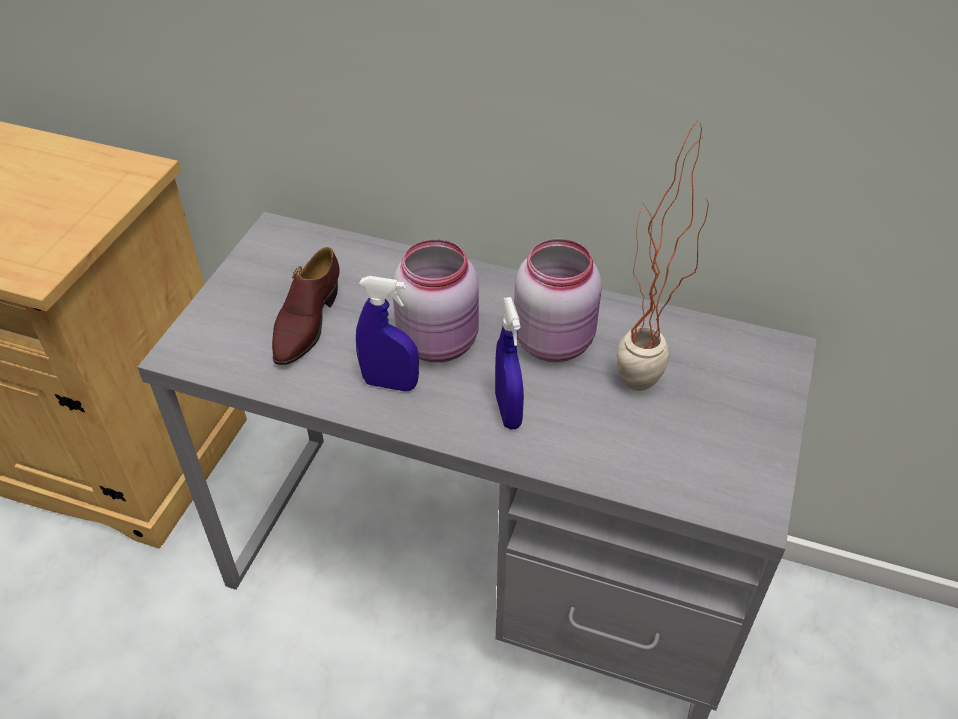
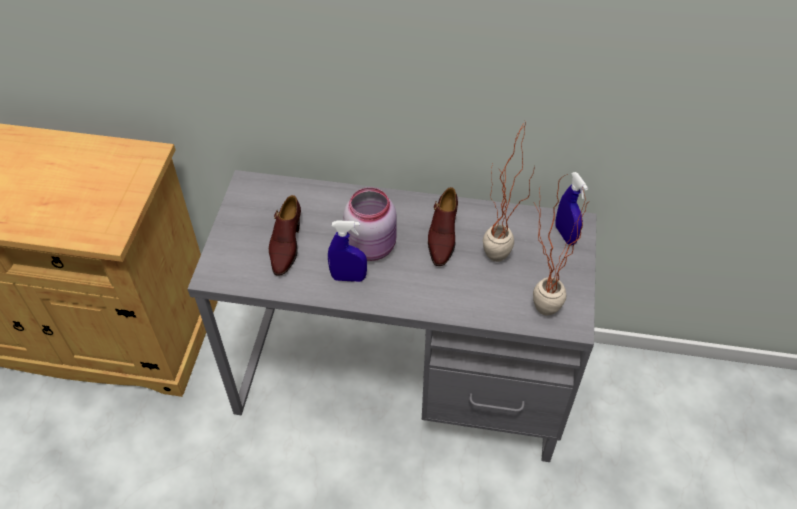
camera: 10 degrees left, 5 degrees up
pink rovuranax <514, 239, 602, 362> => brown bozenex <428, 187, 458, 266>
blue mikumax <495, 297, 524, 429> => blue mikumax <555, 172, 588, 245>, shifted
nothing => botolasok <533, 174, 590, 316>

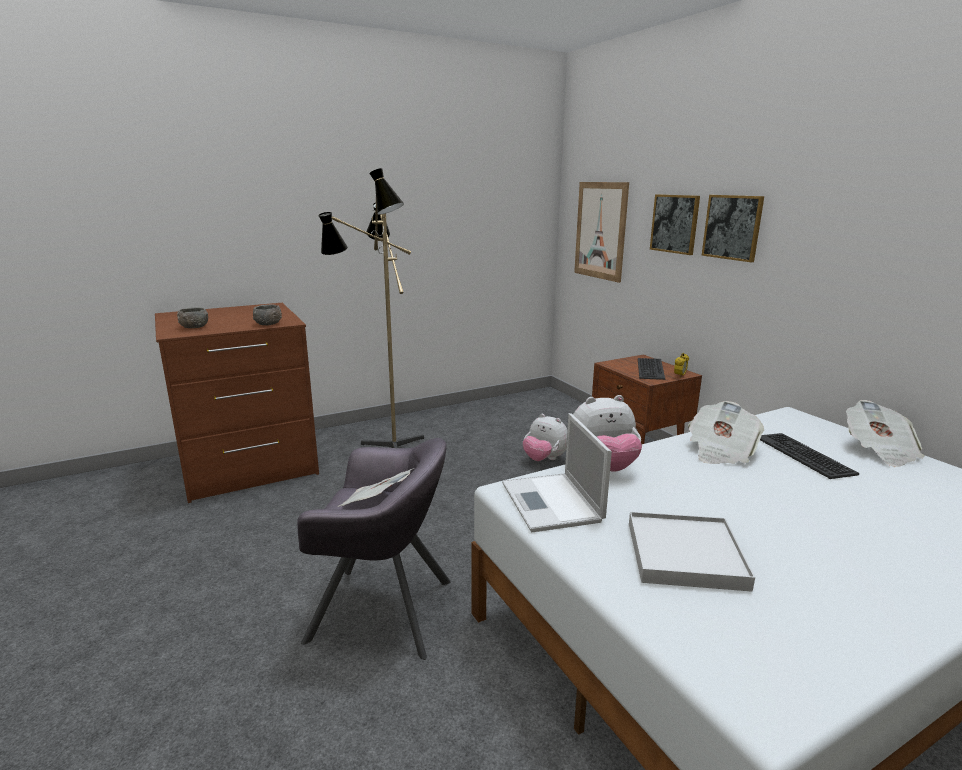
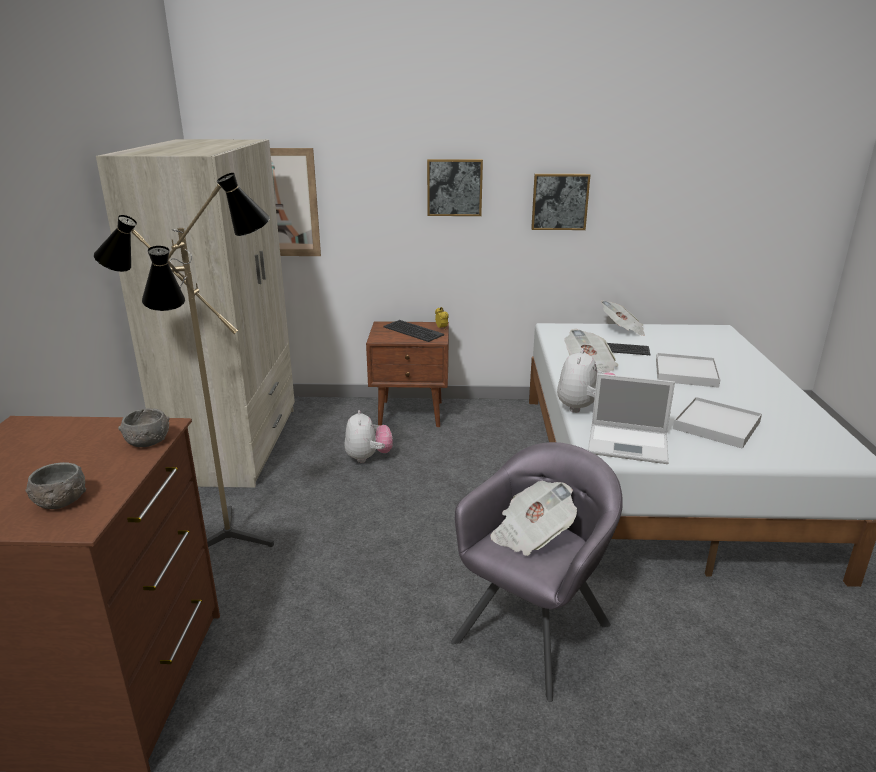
camera: 60 degrees left, 5 degrees up
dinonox <650, 194, 700, 255> => dinonox <531, 174, 591, 230>, shifted
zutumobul <523, 414, 567, 461> => zutumobul <344, 410, 393, 463>, 75 degrees counterclockwise
nothing => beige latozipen <96, 139, 295, 488>
nothing => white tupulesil <656, 353, 721, 388>

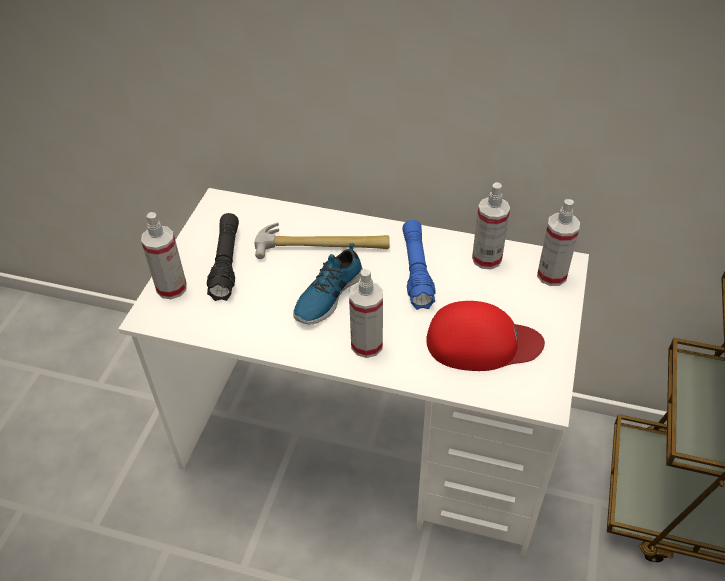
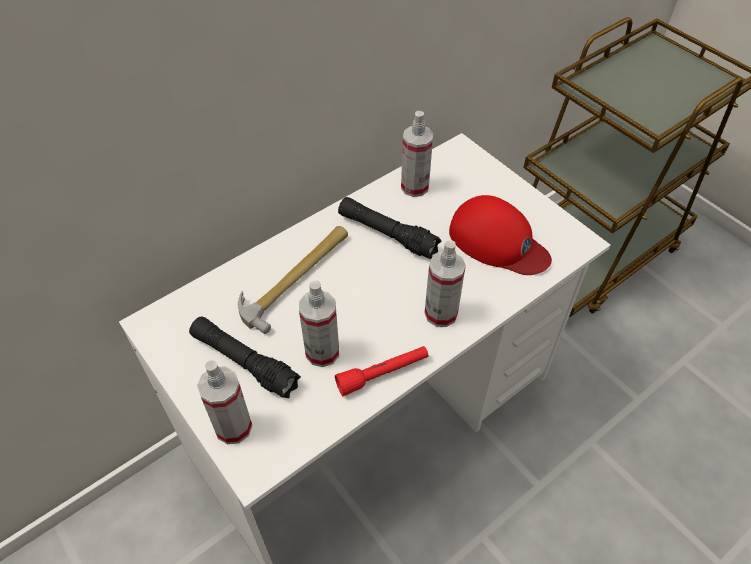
camera: 55 degrees left, 5 degrees up
mikumax <537, 199, 580, 286> => mikumax <299, 280, 339, 367>, shifted
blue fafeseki <402, 220, 436, 310> => black fafeseki <338, 197, 442, 259>
bozenex <293, 243, 363, 324> => nothing
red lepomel <426, 301, 545, 371> => red lepomel <449, 195, 552, 275>, 90 degrees clockwise
nothing => red fafeseki <335, 346, 429, 396>

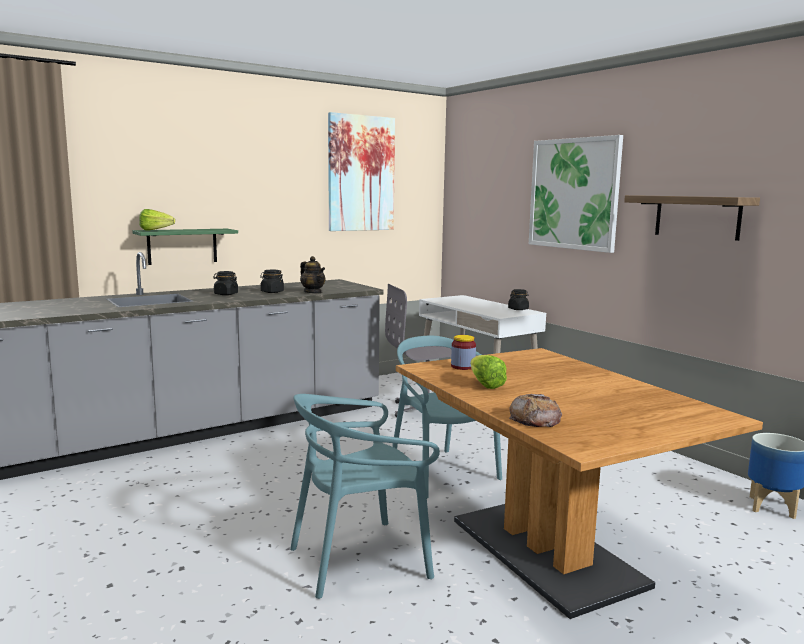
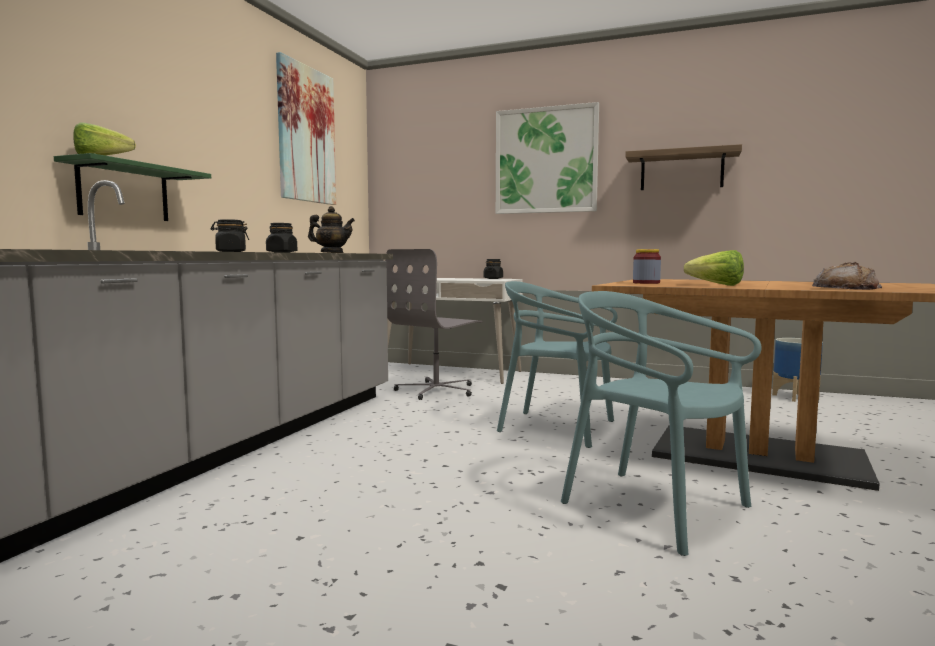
camera: 35 degrees left, 5 degrees down
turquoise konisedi <290, 394, 440, 599> => turquoise konisedi <561, 291, 761, 556>, 105 degrees clockwise

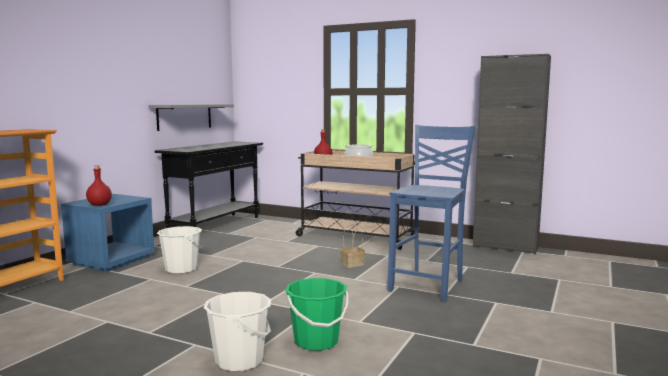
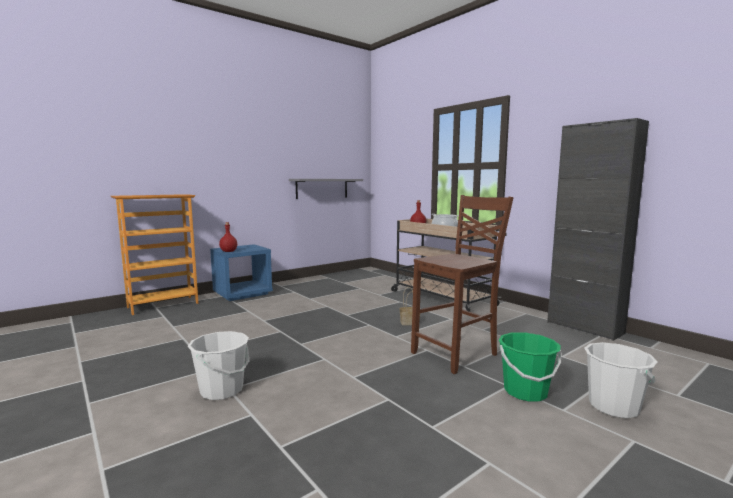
camera: 25 degrees right, 0 degrees up
blue konisedi <387, 125, 475, 302> => brown konisedi <411, 195, 513, 374>
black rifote <155, 141, 263, 228> => nothing
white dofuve <157, 226, 202, 274> => white dofuve <584, 342, 657, 418>, shifted
green dofuve <285, 278, 348, 351> => green dofuve <499, 332, 562, 402>, shifted

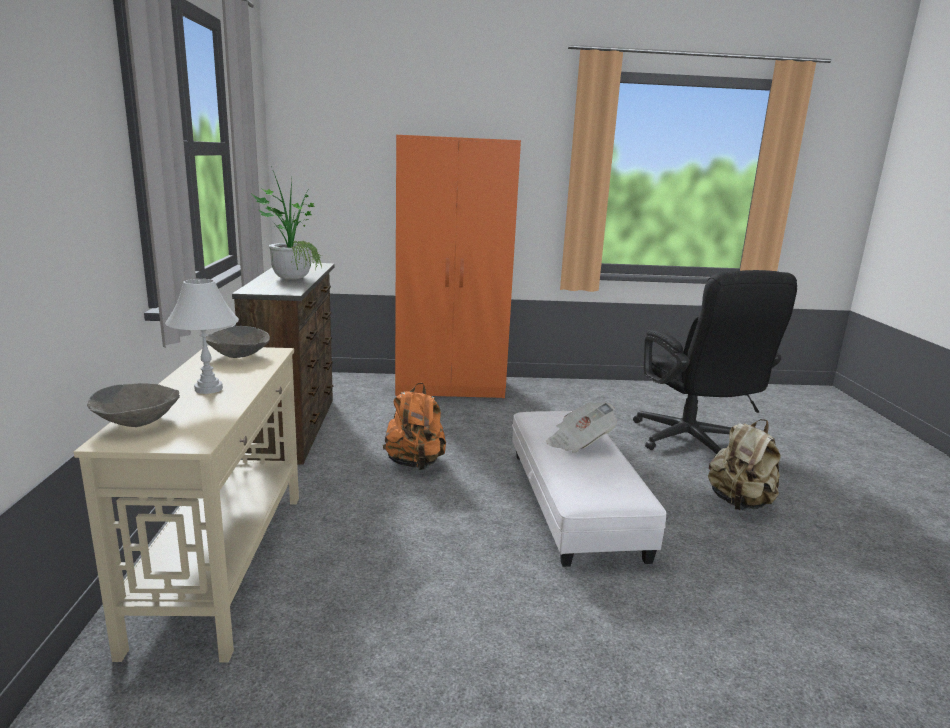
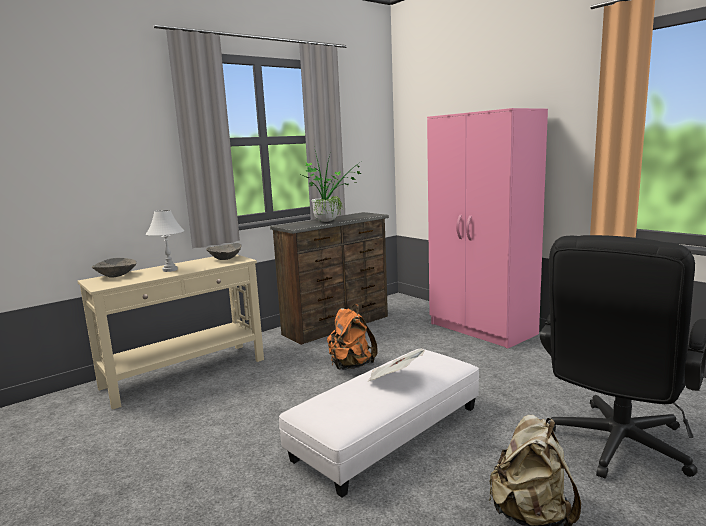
camera: 55 degrees right, 5 degrees down
orange latozipen <395, 135, 521, 398> => pink latozipen <427, 108, 548, 349>

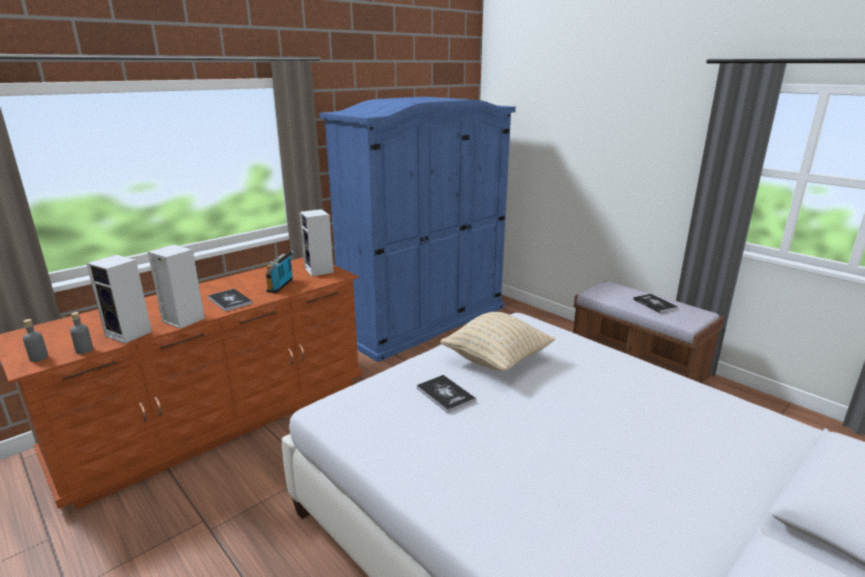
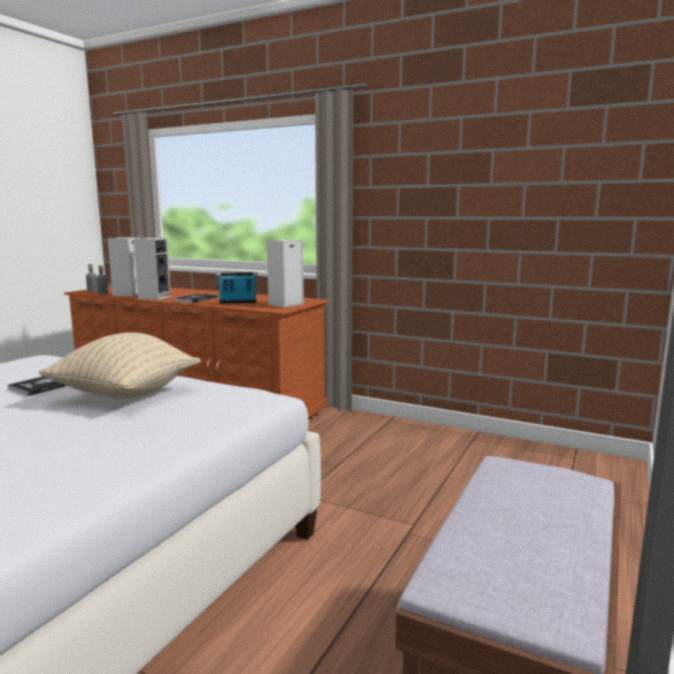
camera: 70 degrees right, 10 degrees down
blue latozipen <319, 97, 516, 362> => nothing
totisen <633, 294, 678, 313> => nothing

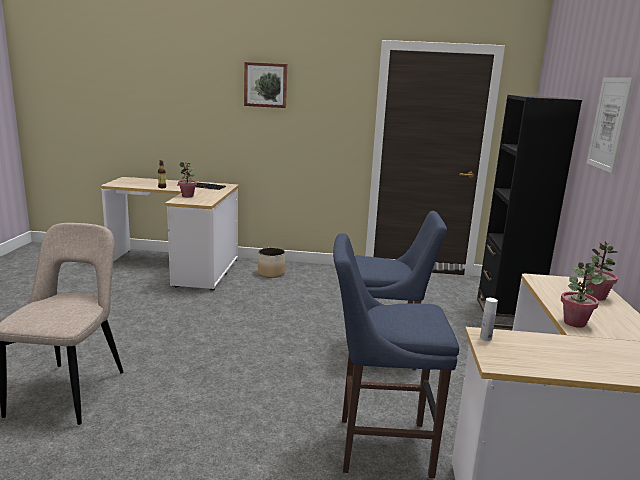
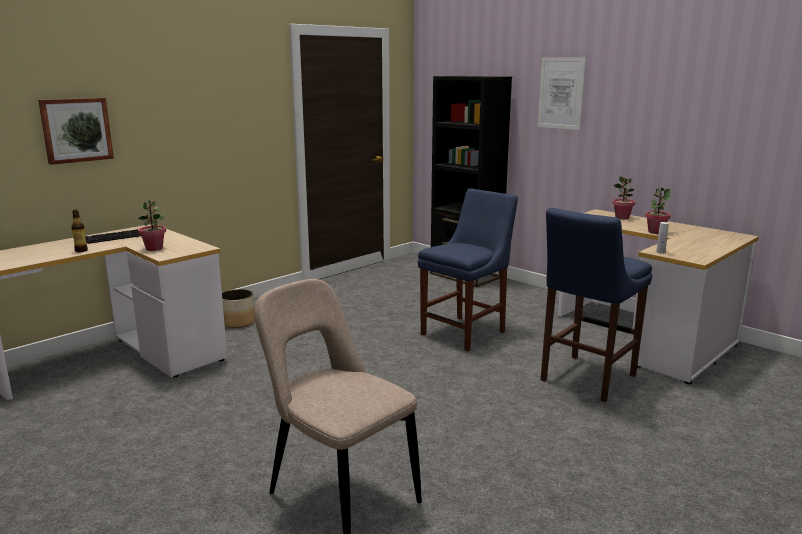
camera: 50 degrees left, 0 degrees up
dinonox <244, 62, 287, 108> => dinonox <38, 98, 114, 165>, shifted

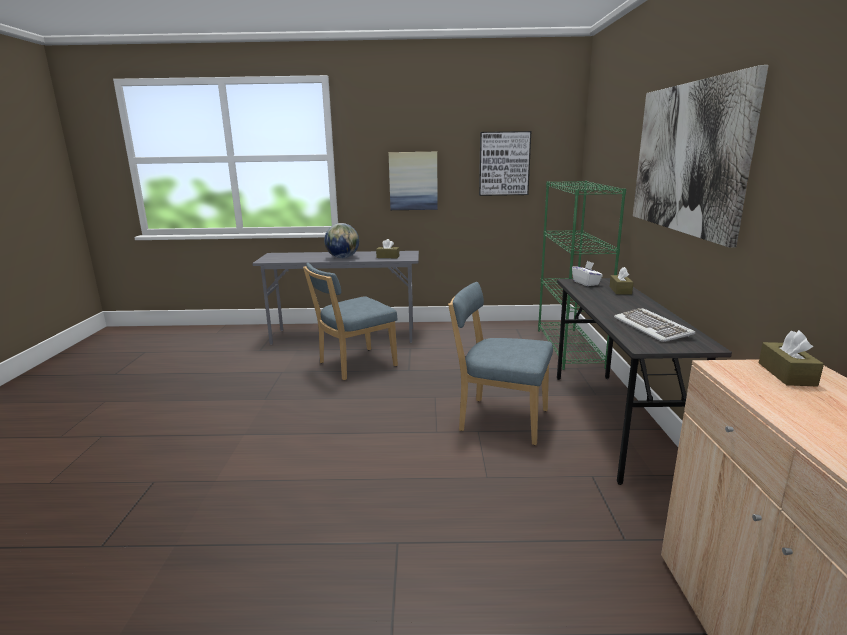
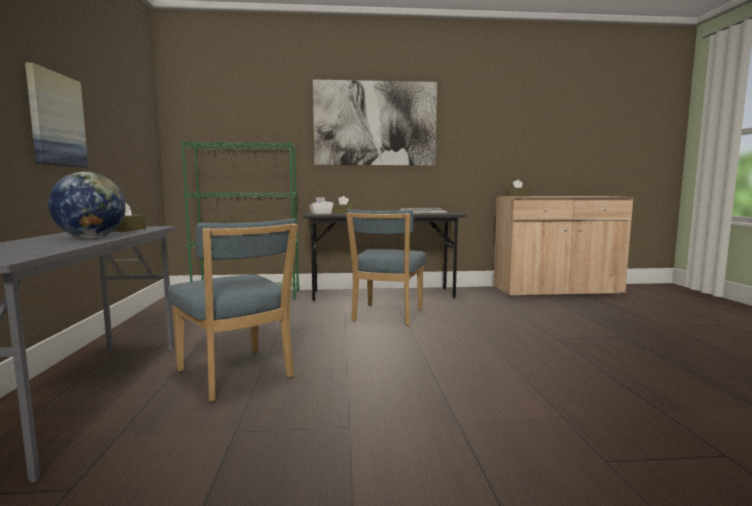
camera: 95 degrees left, 10 degrees down
dinonox <479, 131, 531, 196> => nothing

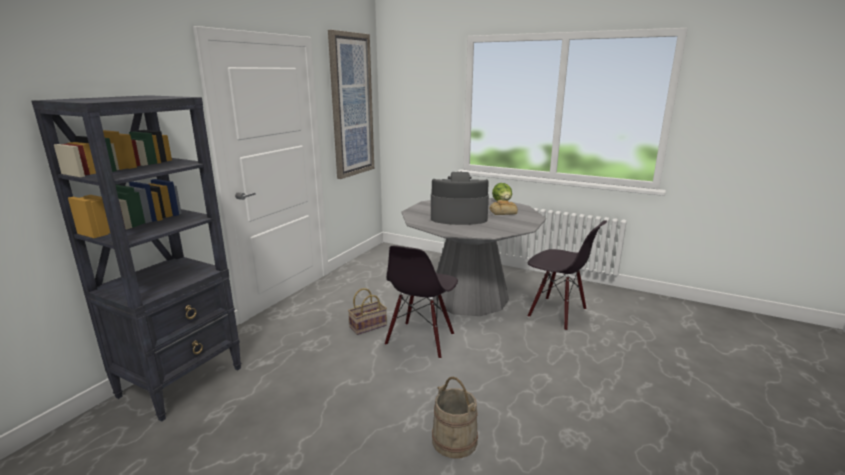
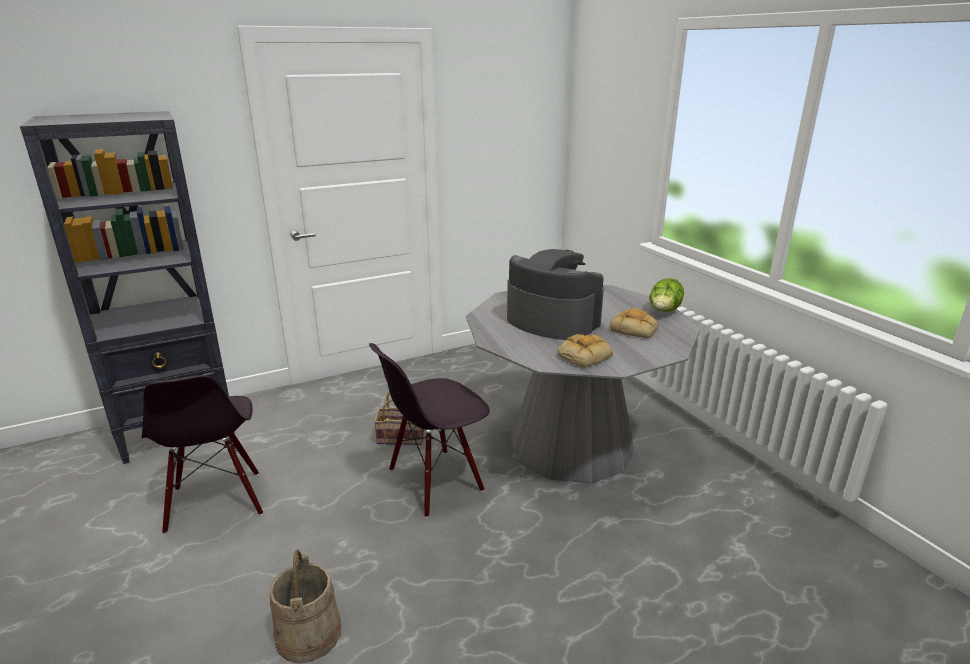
camera: 35 degrees right, 5 degrees up
dinonox <328, 30, 374, 179> => nothing
black konisedi <527, 221, 607, 331> => black konisedi <141, 375, 263, 534>, shifted
nothing => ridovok <557, 334, 613, 368>

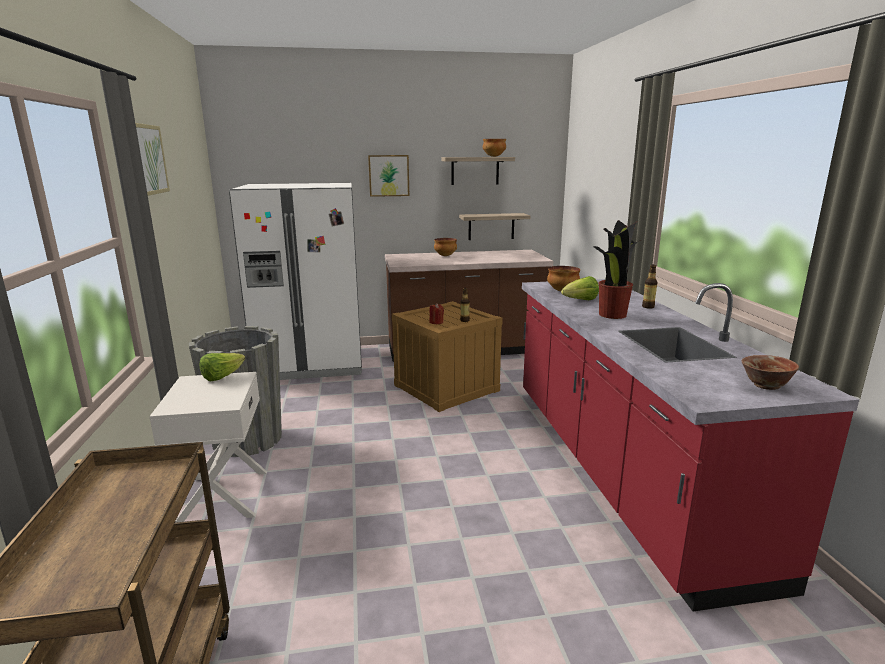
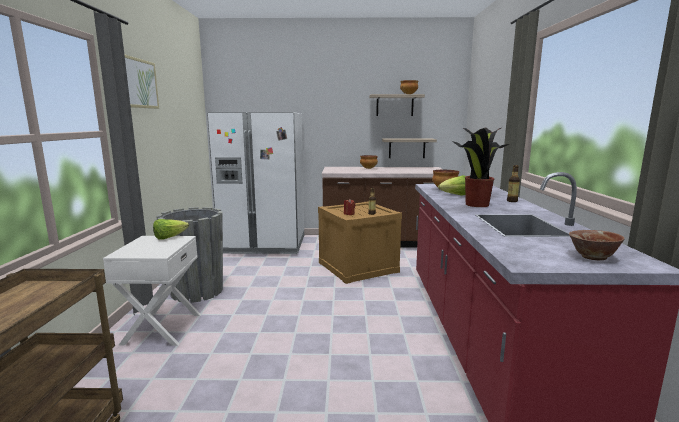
camera: 10 degrees right, 5 degrees down
dinonox <368, 155, 409, 197> => nothing

